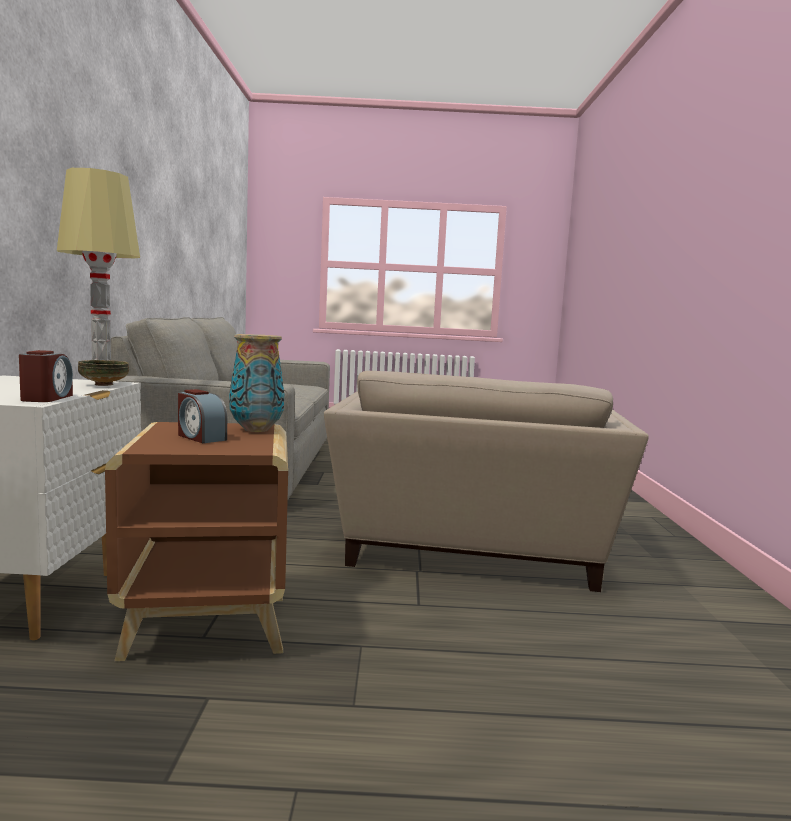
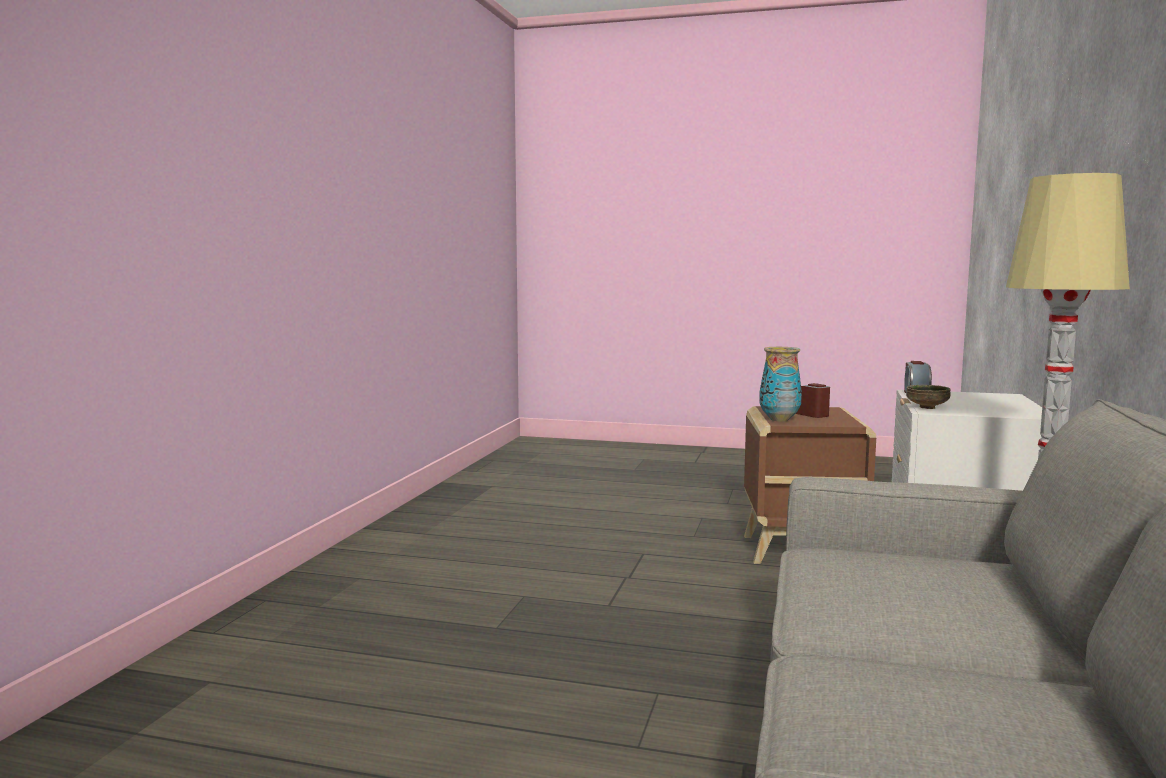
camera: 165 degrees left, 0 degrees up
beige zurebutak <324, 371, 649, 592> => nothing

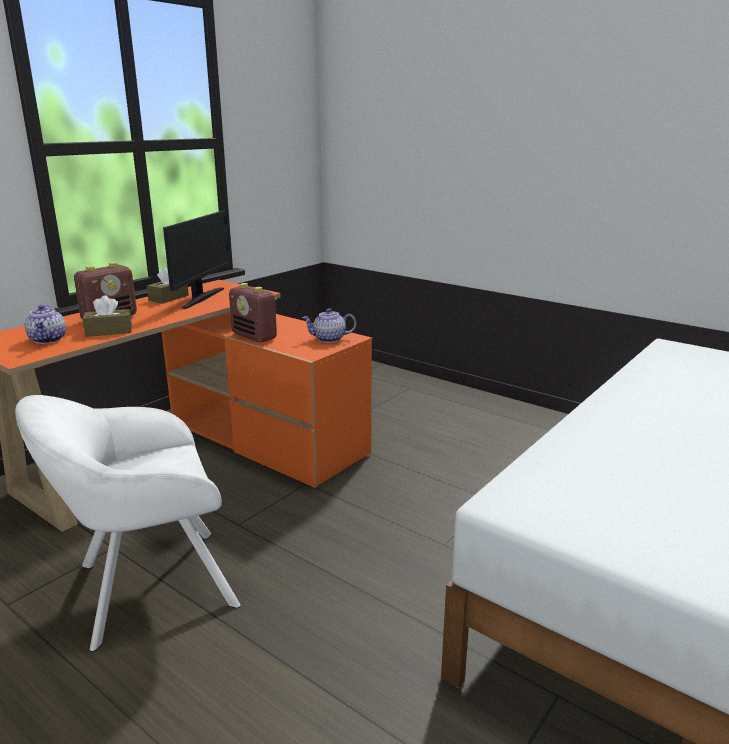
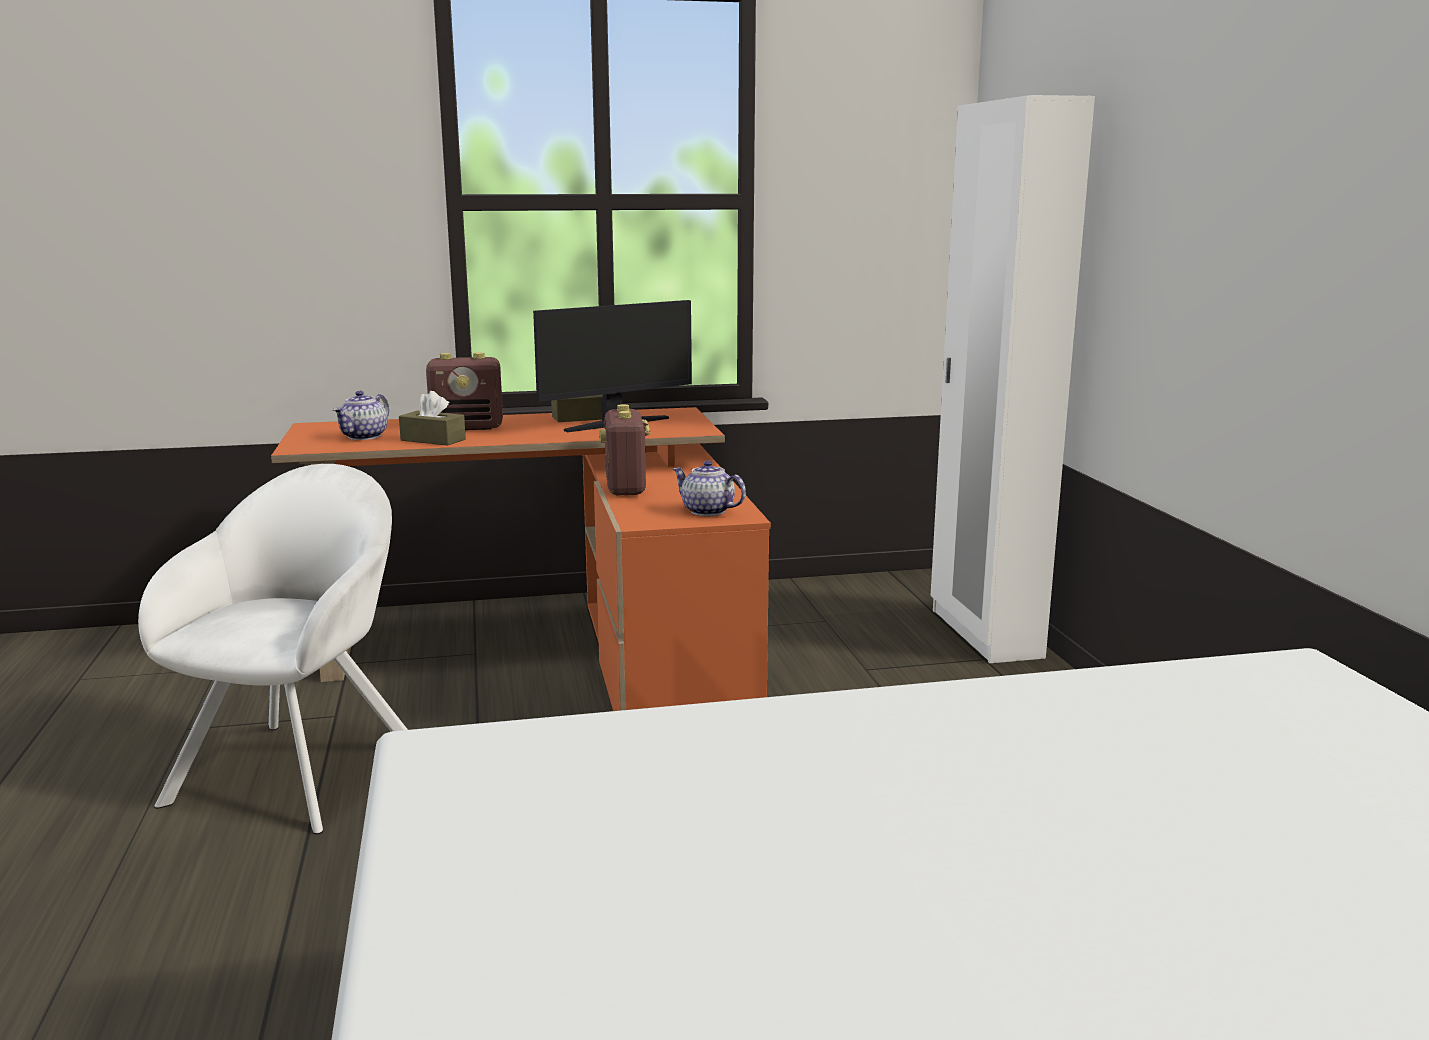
camera: 40 degrees right, 5 degrees down
white zurebutak <15, 395, 241, 652> => white zurebutak <138, 464, 408, 834>, 90 degrees clockwise
nothing => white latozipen <931, 95, 1095, 663>

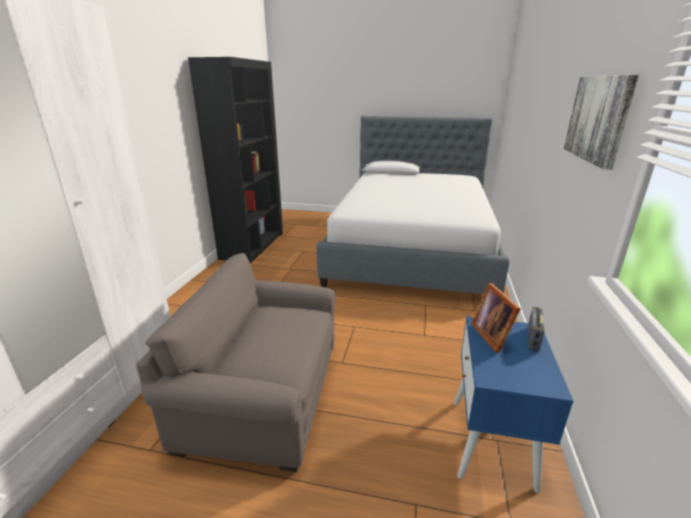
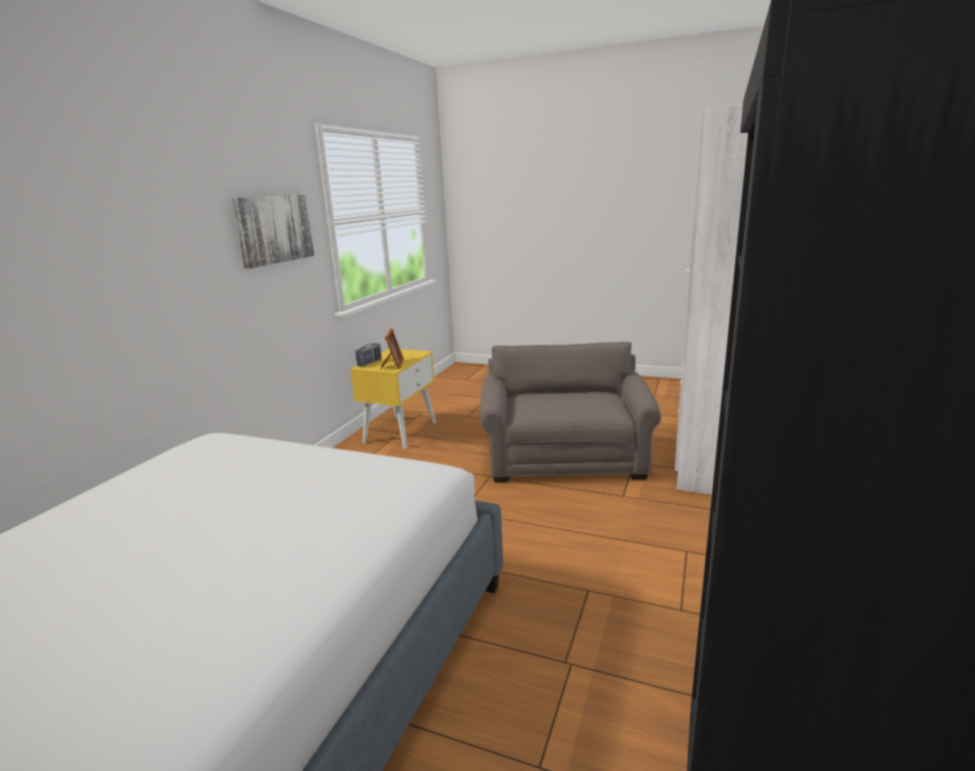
camera: 170 degrees left, 5 degrees down
grey zurebutak <136, 253, 335, 472> => grey zurebutak <480, 342, 661, 482>, 105 degrees counterclockwise
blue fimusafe <454, 316, 574, 493> => yellow fimusafe <350, 349, 436, 449>

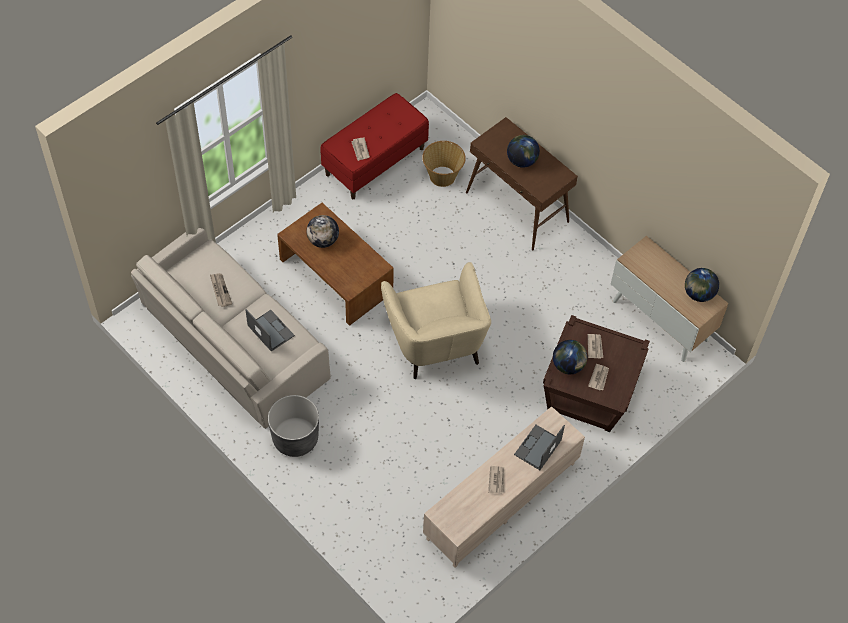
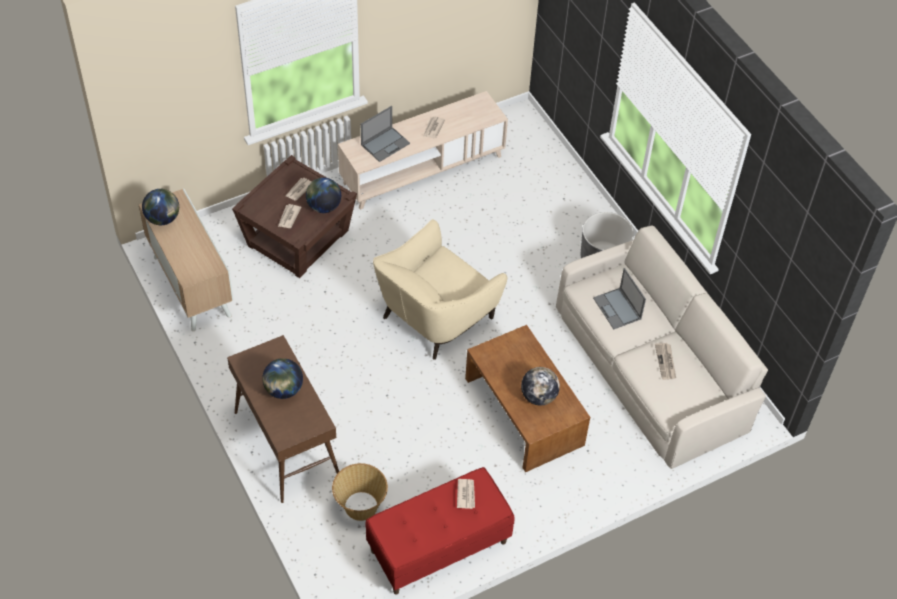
camera: 165 degrees left, 5 degrees down
beige zurebutak <381, 262, 491, 379> => beige zurebutak <373, 219, 507, 360>, 135 degrees counterclockwise

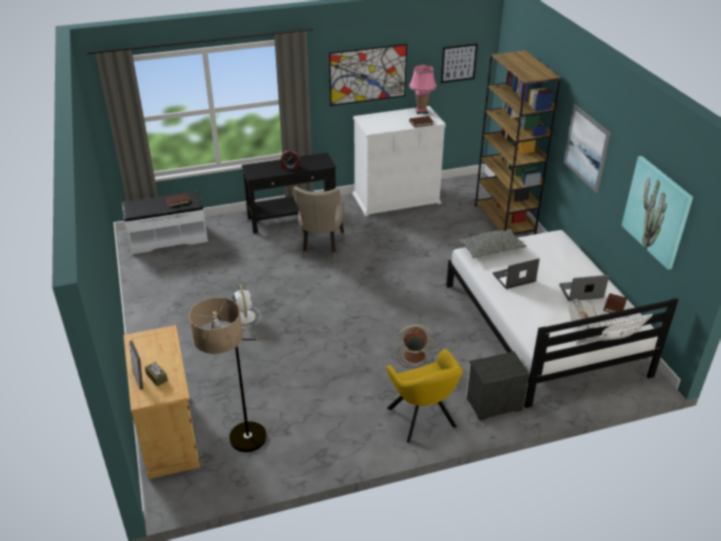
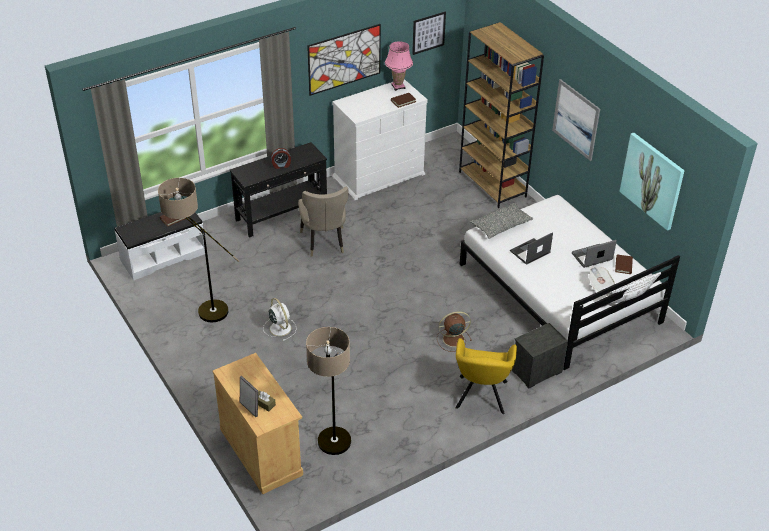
camera: 15 degrees left, 5 degrees up
yellow zurebutak <387, 349, 463, 443> => yellow zurebutak <455, 338, 517, 414>, 45 degrees clockwise
nothing => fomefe <158, 178, 239, 323>

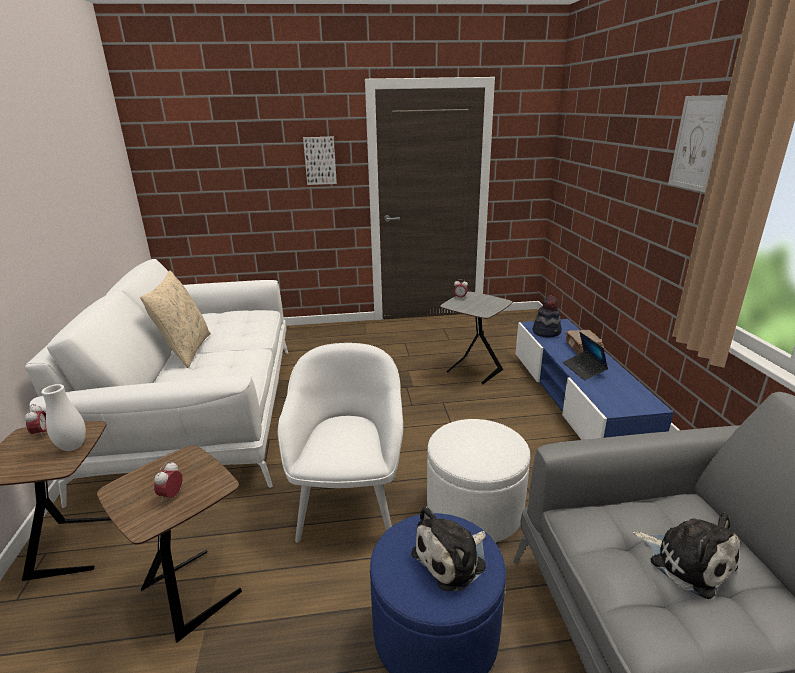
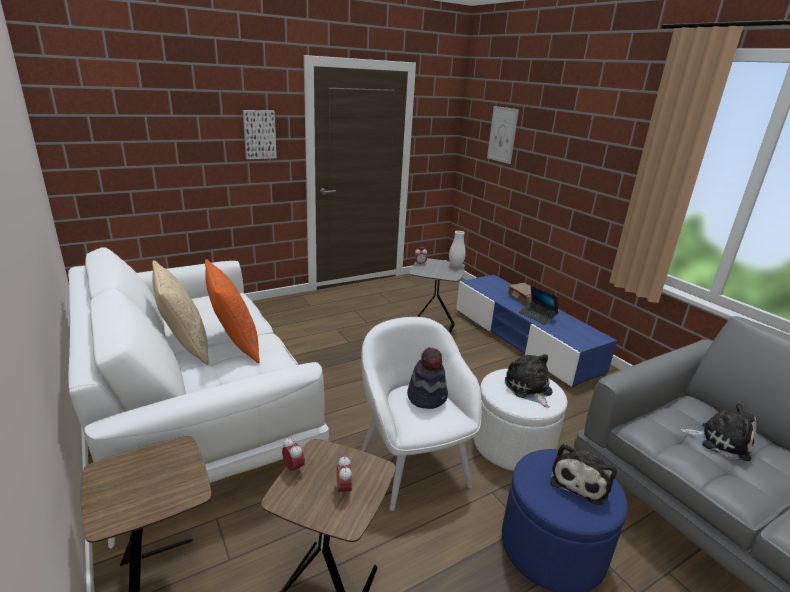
camera: 25 degrees left, 0 degrees up
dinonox <668, 95, 728, 192> => dinonox <487, 106, 519, 164>, shifted
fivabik <533, 295, 562, 338> => fivabik <407, 347, 448, 409>, shifted
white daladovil <41, 384, 86, 451> => white daladovil <449, 231, 466, 267>, shifted
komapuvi <25, 404, 47, 437> => komapuvi <282, 437, 305, 473>, shifted
nothing => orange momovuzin <205, 259, 260, 363>
nothing => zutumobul <505, 354, 552, 408>

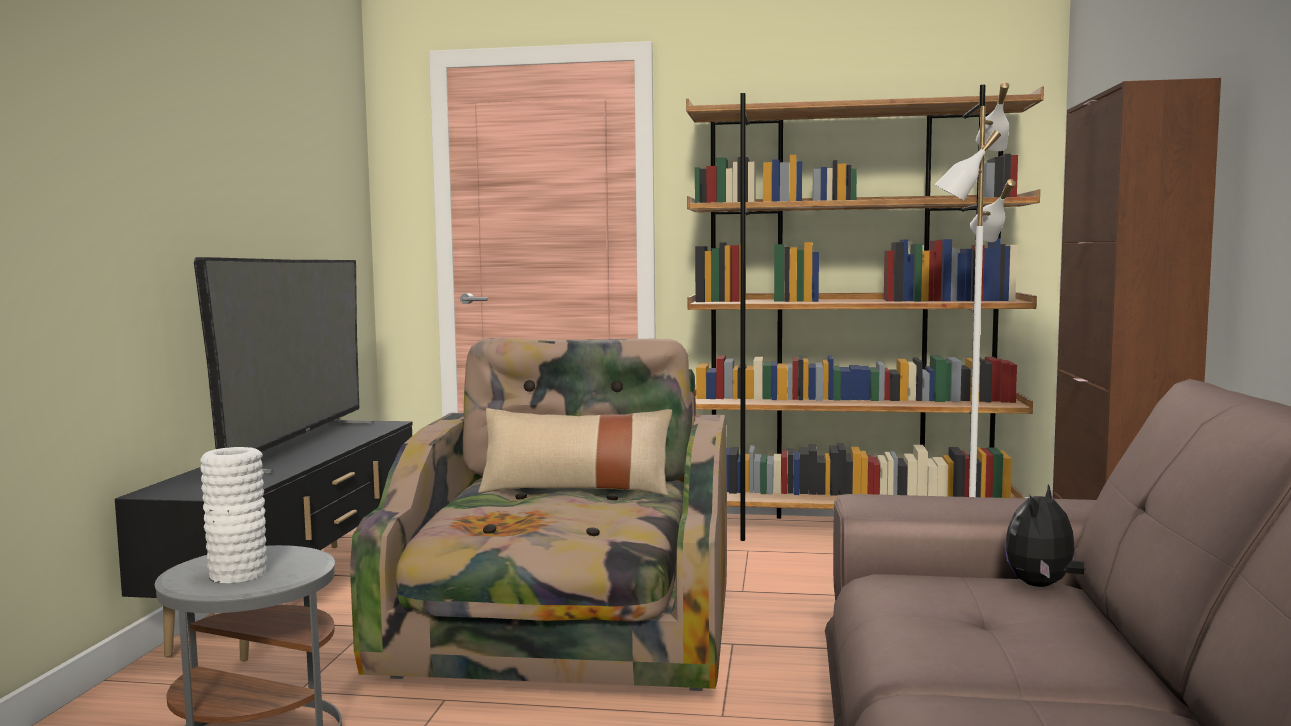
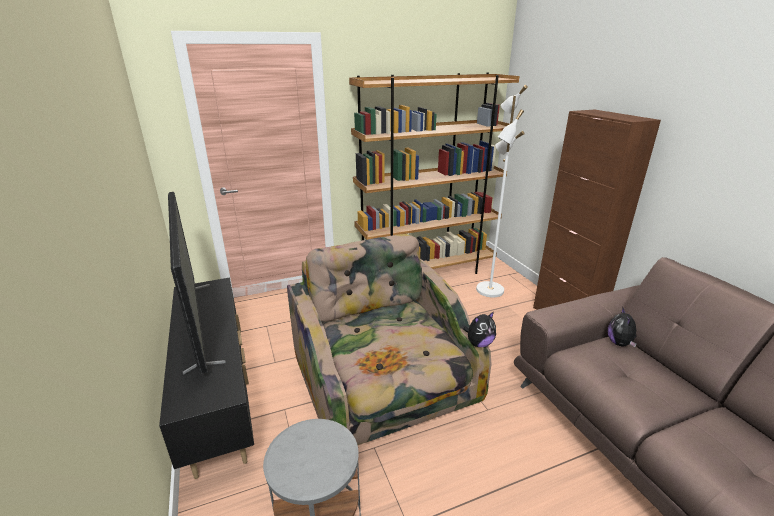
camera: 30 degrees left, 20 degrees up
beige momovuzin <478, 408, 672, 496> => nothing
white daladovil <200, 447, 267, 583> => nothing
nothing => zutumobul <463, 312, 496, 347>

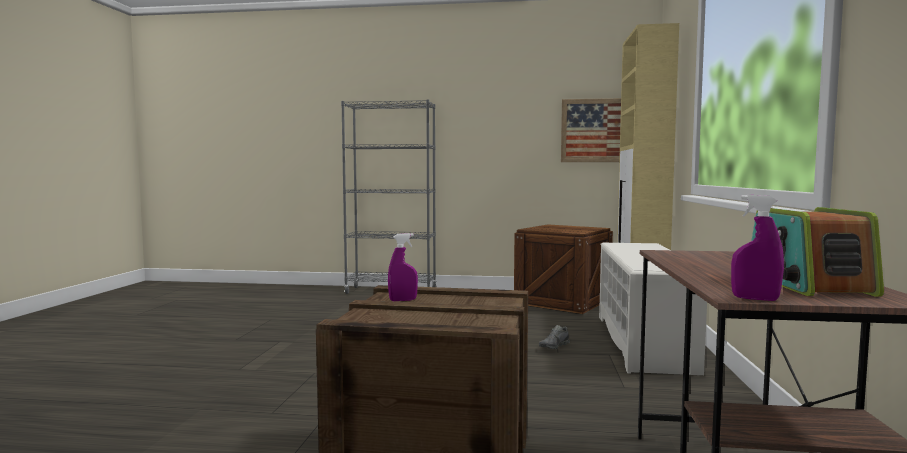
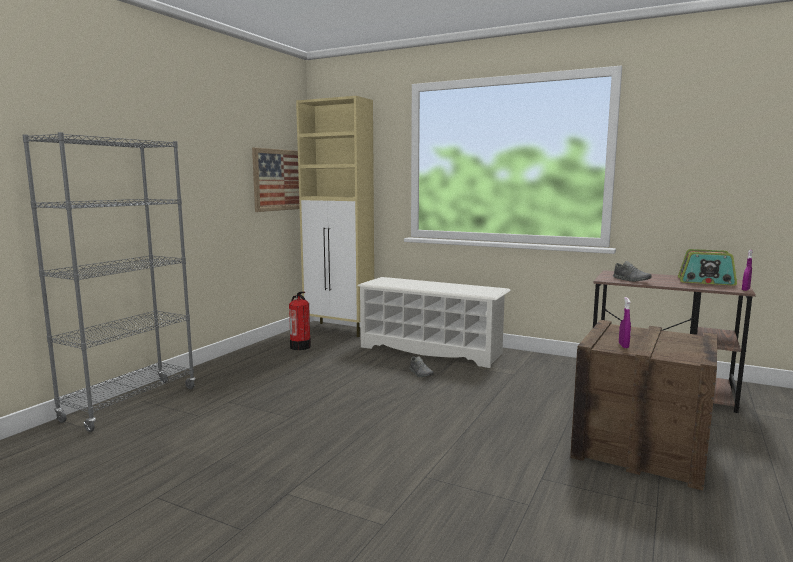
camera: 70 degrees left, 5 degrees up
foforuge <514, 224, 613, 314> => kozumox <289, 291, 311, 350>
nothing => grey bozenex <613, 261, 651, 282>

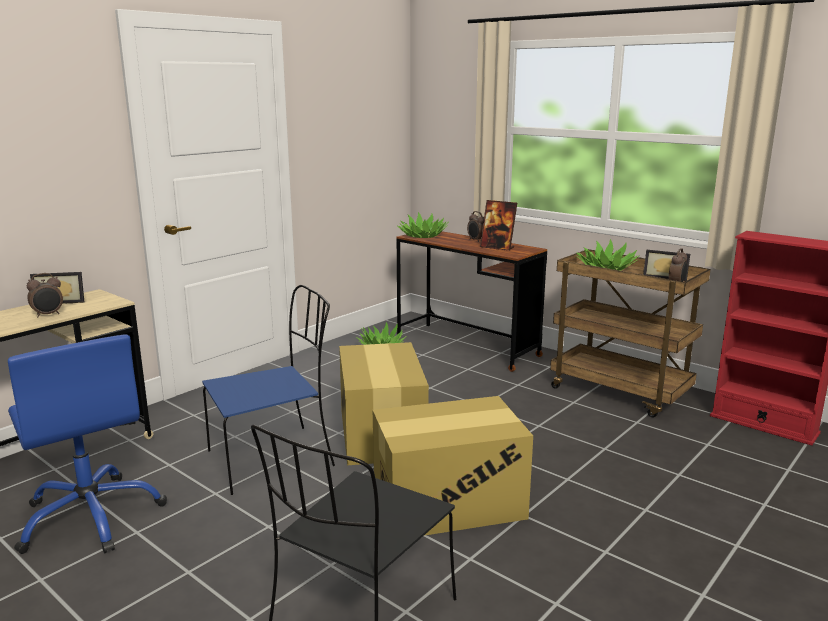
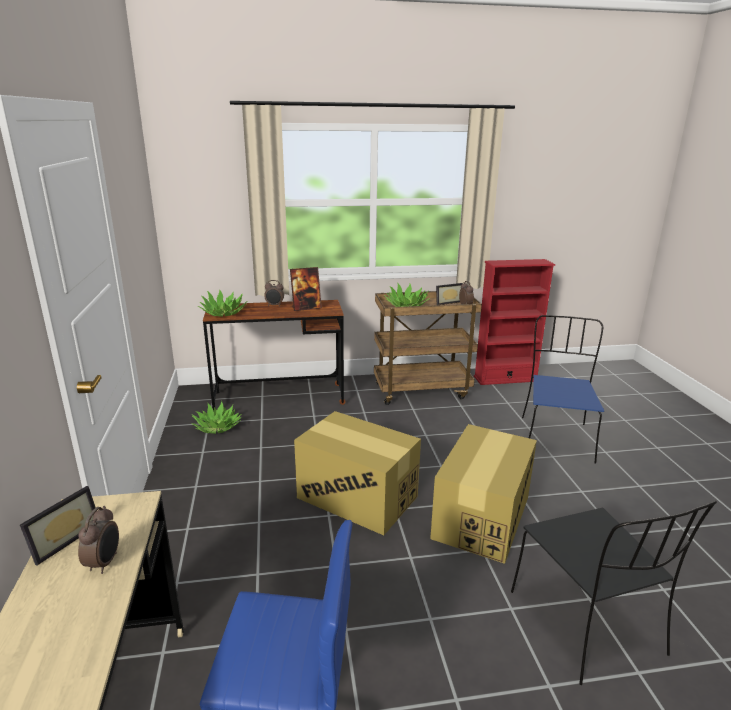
camera: 50 degrees left, 5 degrees up
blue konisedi <202, 285, 335, 495> => blue konisedi <522, 315, 604, 464>, shifted

